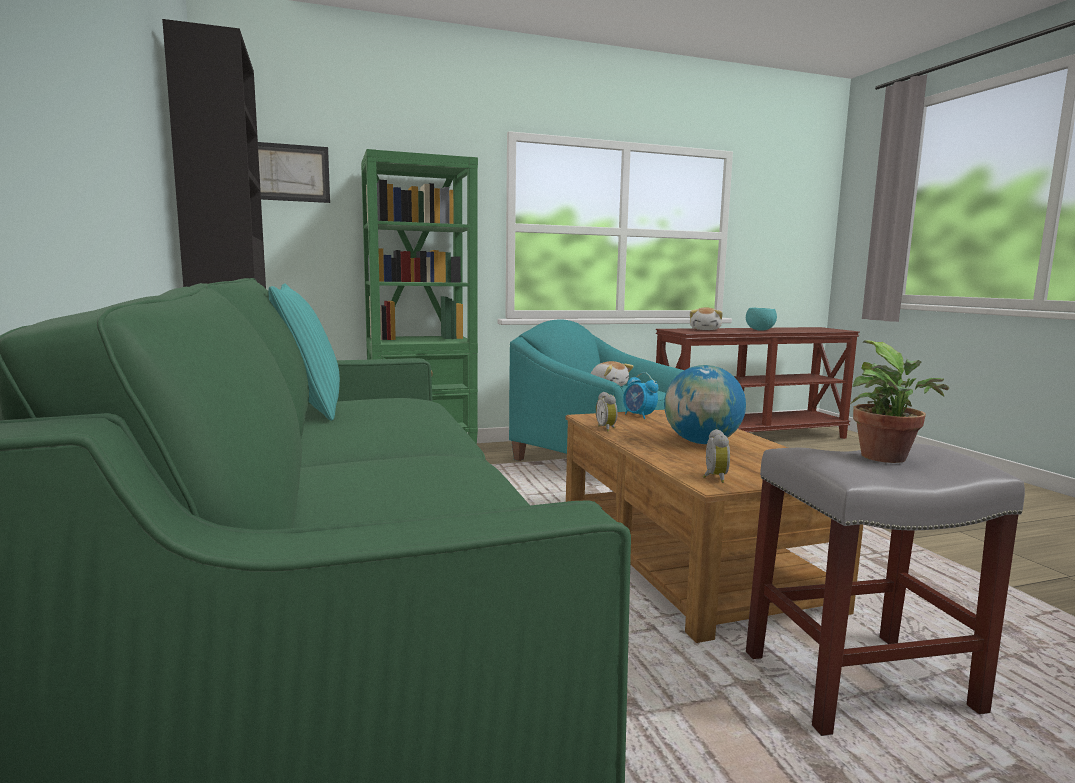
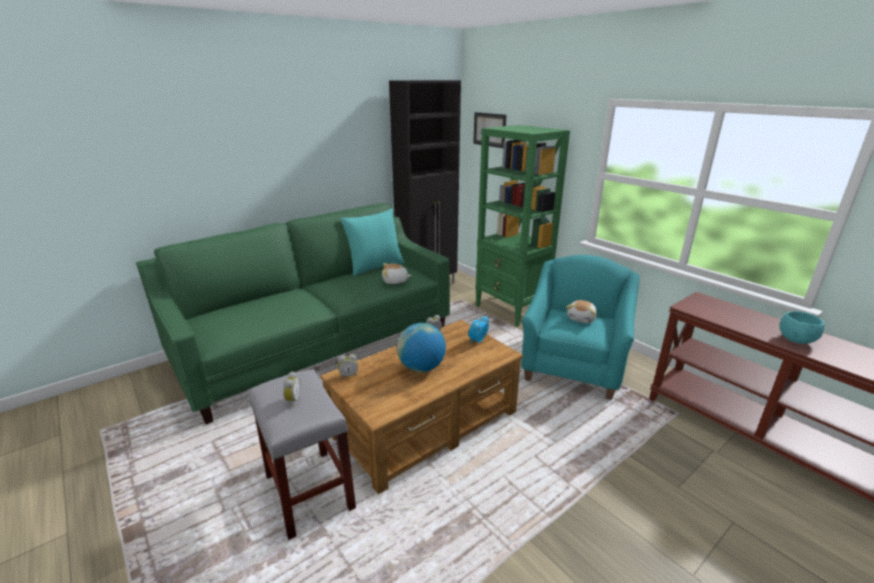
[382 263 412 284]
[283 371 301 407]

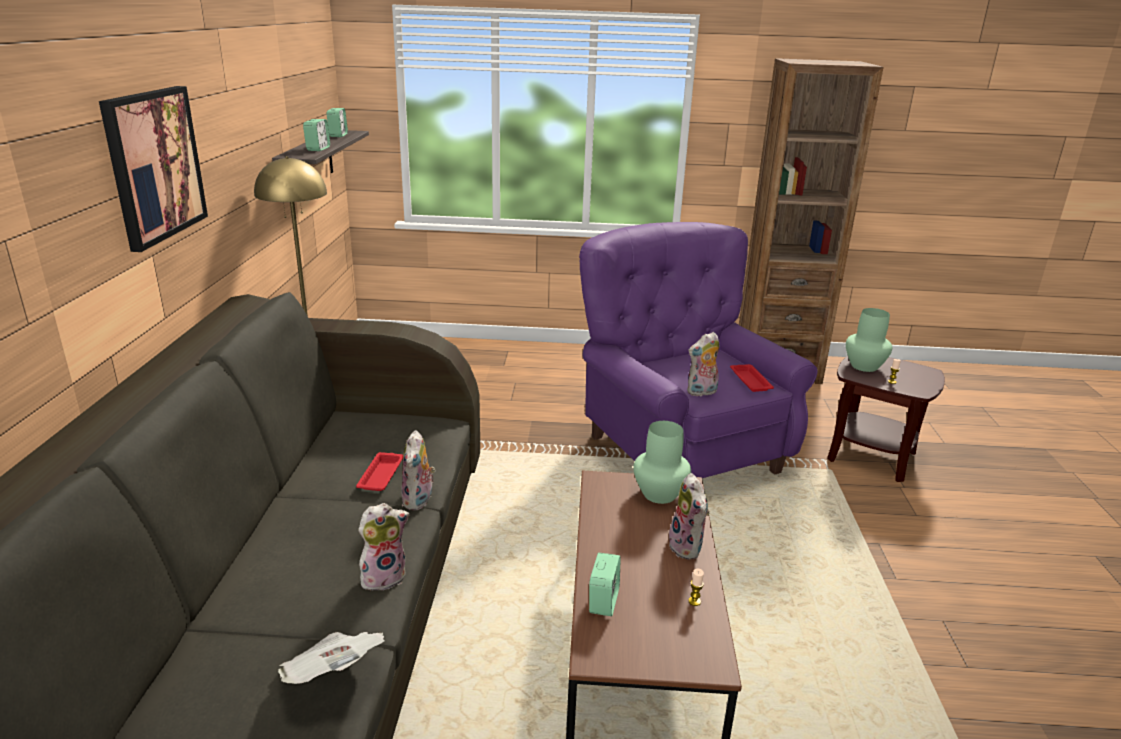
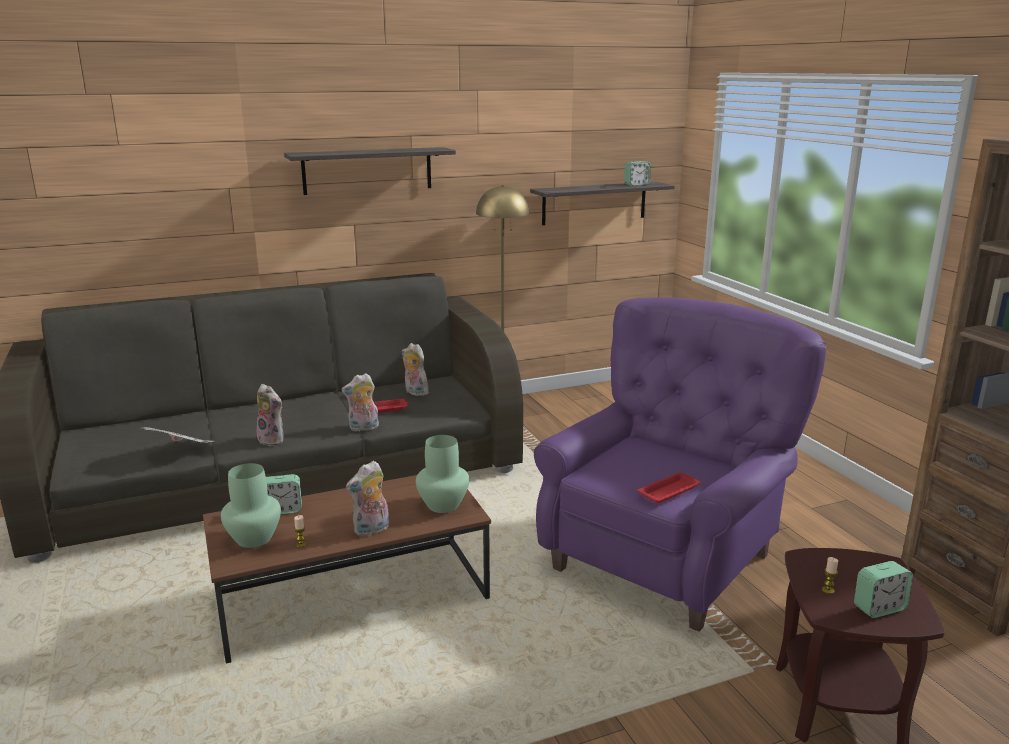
[284 147 456 195]
[854 561 913 618]
[221 463 281 548]
[402 343 429 396]

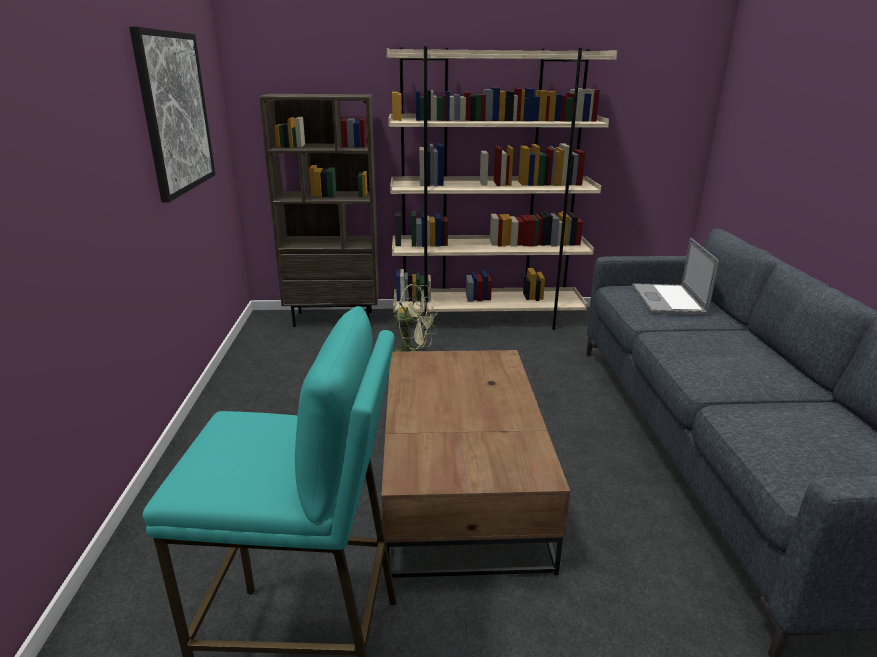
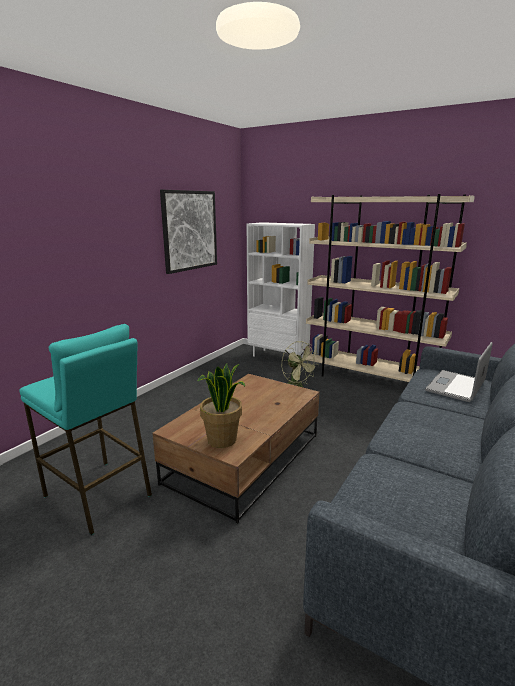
[247 222 315 357]
[198 363 245 448]

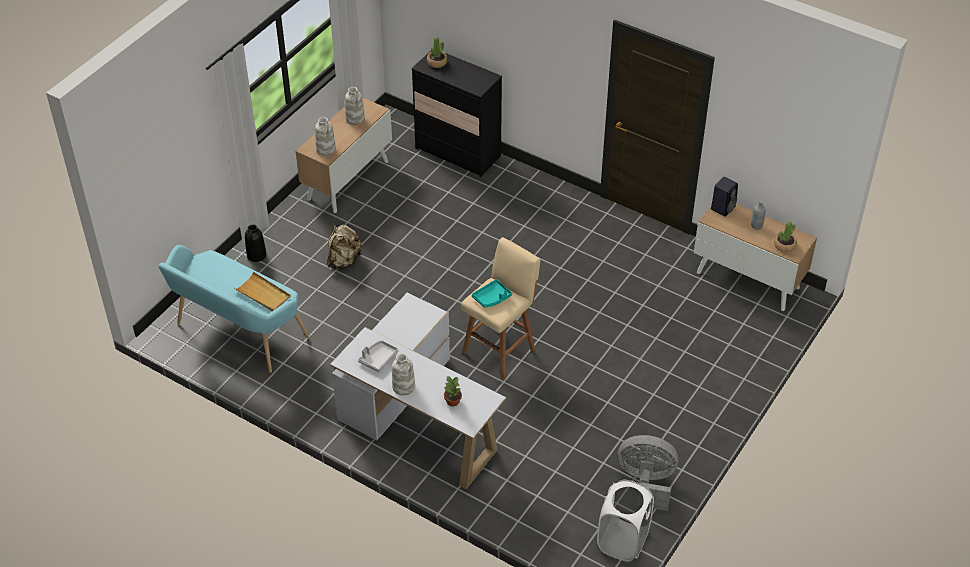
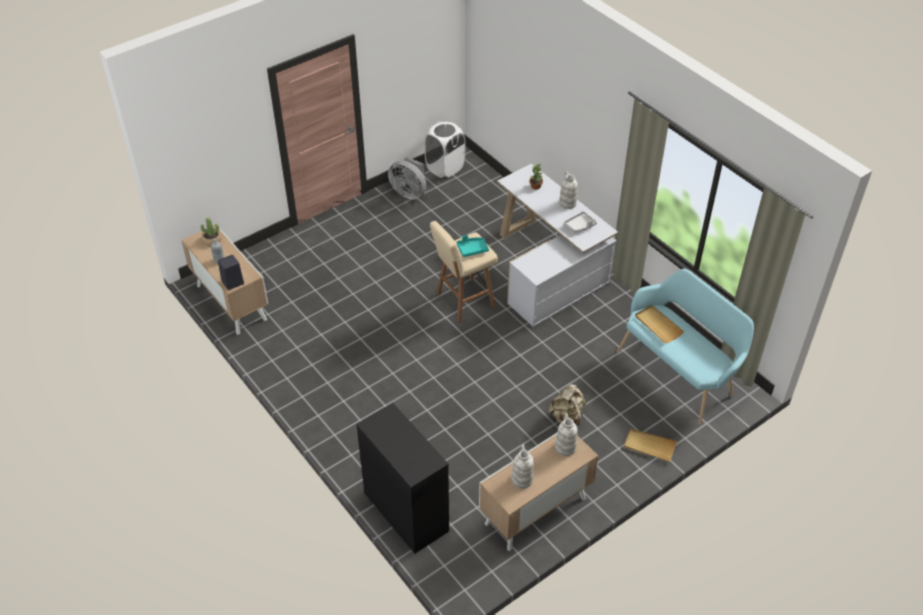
[427 37 447 68] (first image)
[624 429 677 462]

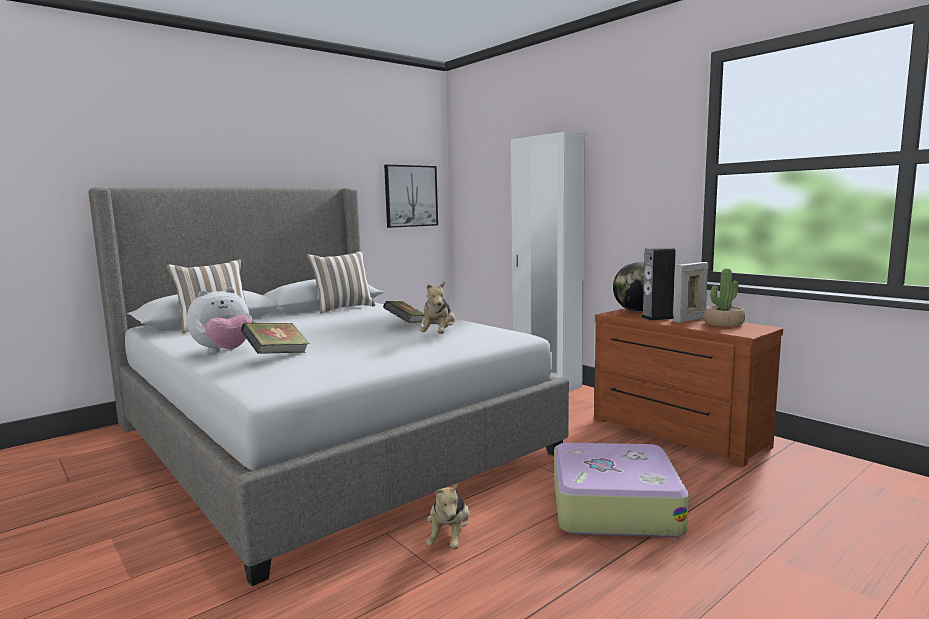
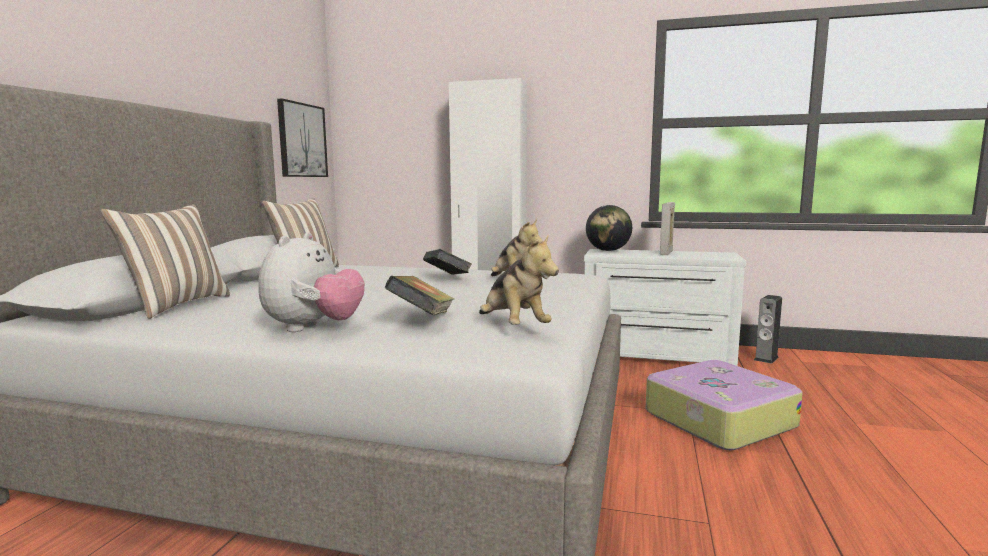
[754 295 782 364]
[704 268 745 327] (first image)
[584 249 746 366]
[479 235 559 325]

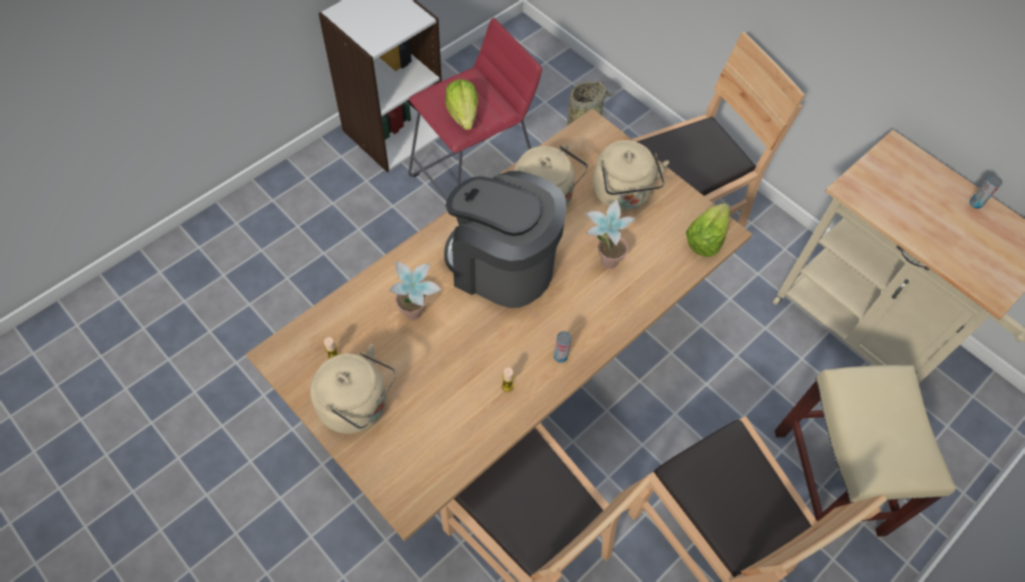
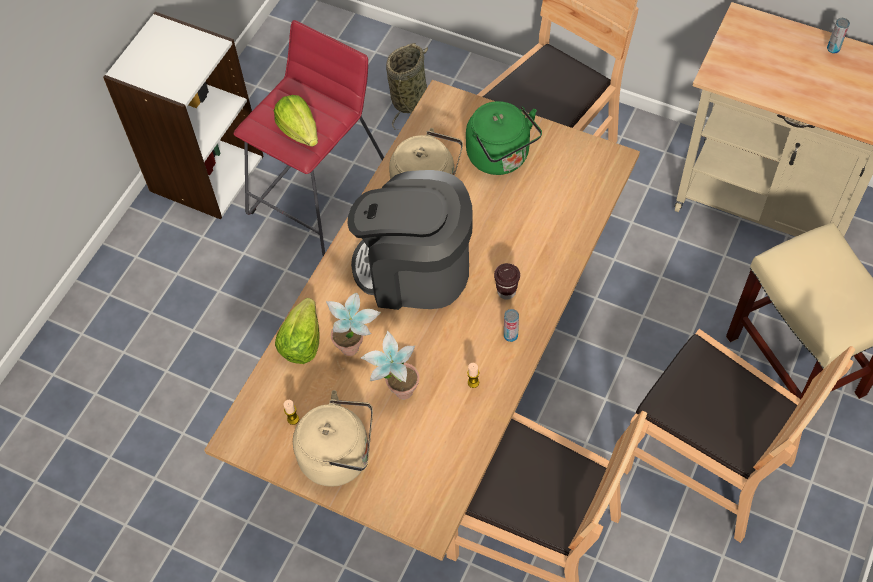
[466 101 542 175]
[361 331 420 399]
[275 298 320 364]
[494 263 520 300]

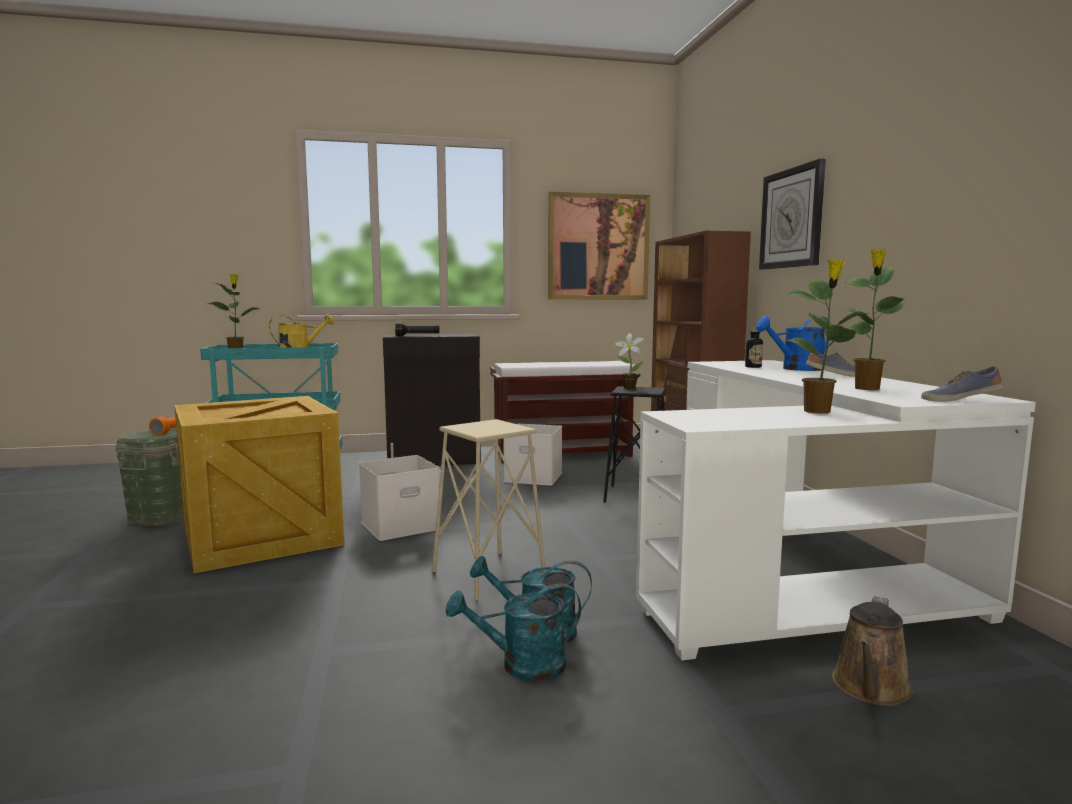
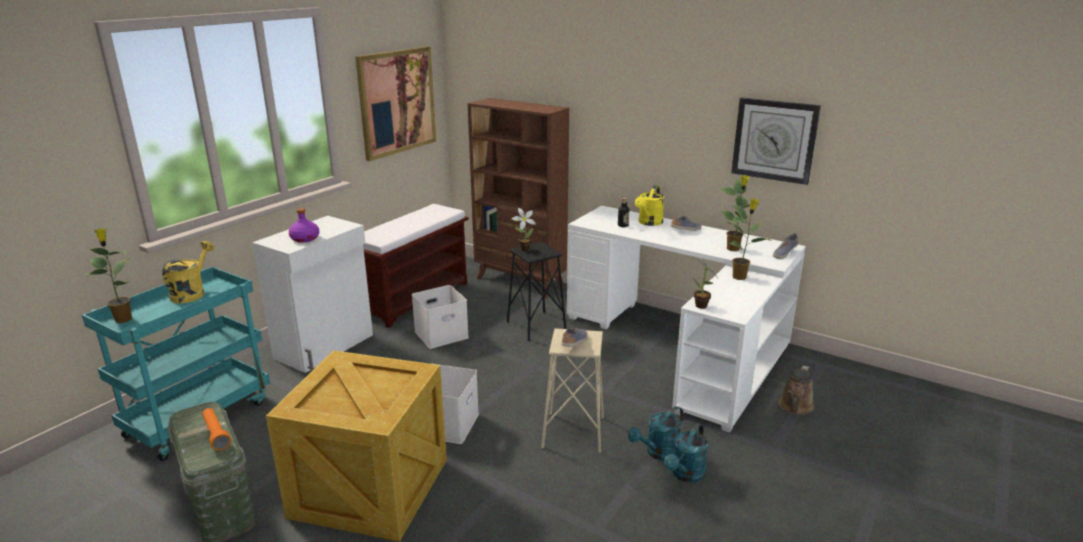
[731 97 821 185]
[635 185 664 226]
[289 208 319 242]
[252 216 373 373]
[779 365 814 415]
[693 257 718 309]
[561 326 588 347]

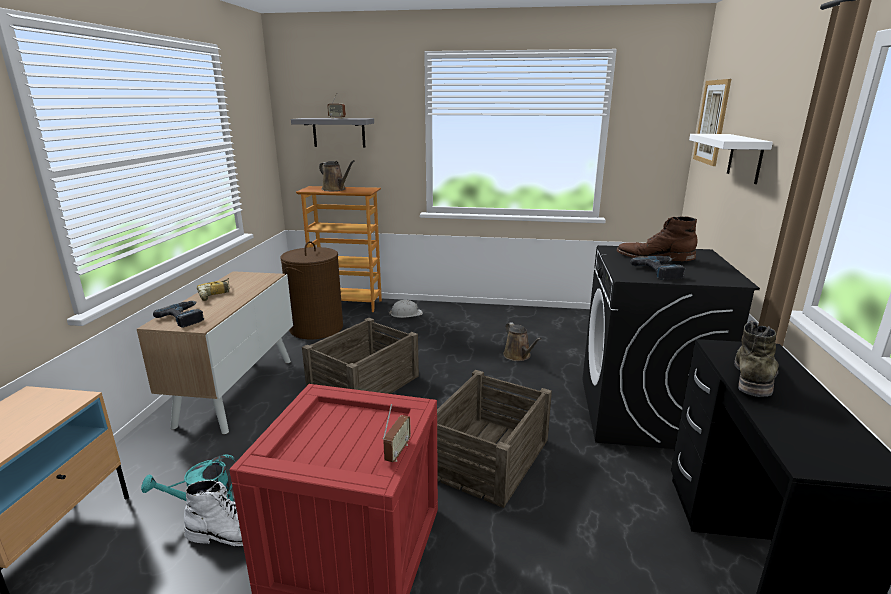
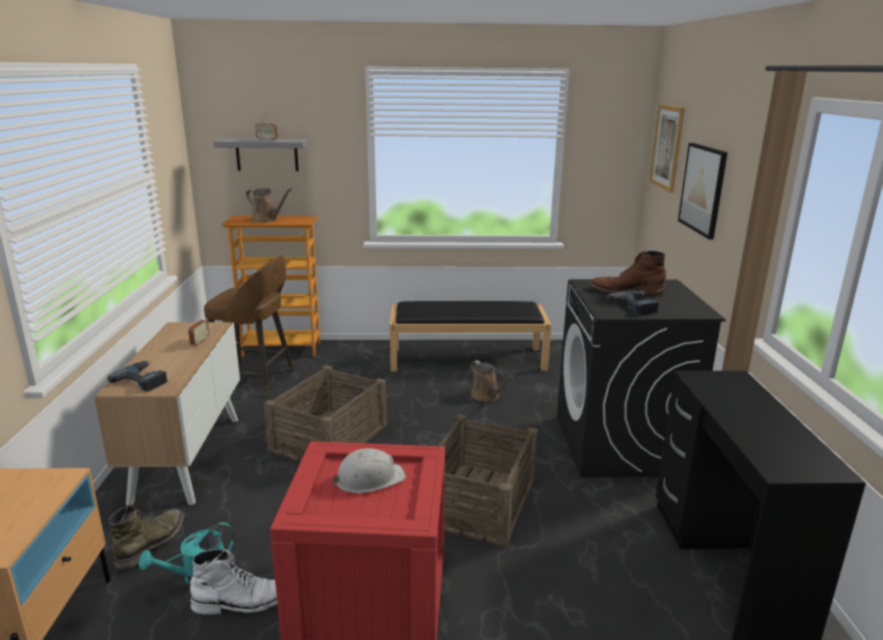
[678 143 728 240]
[204 255 294 396]
[197 278 230 301] (first image)
[332 448 406 493]
[109 505 184 570]
[188 309 209 346]
[389 301 551 371]

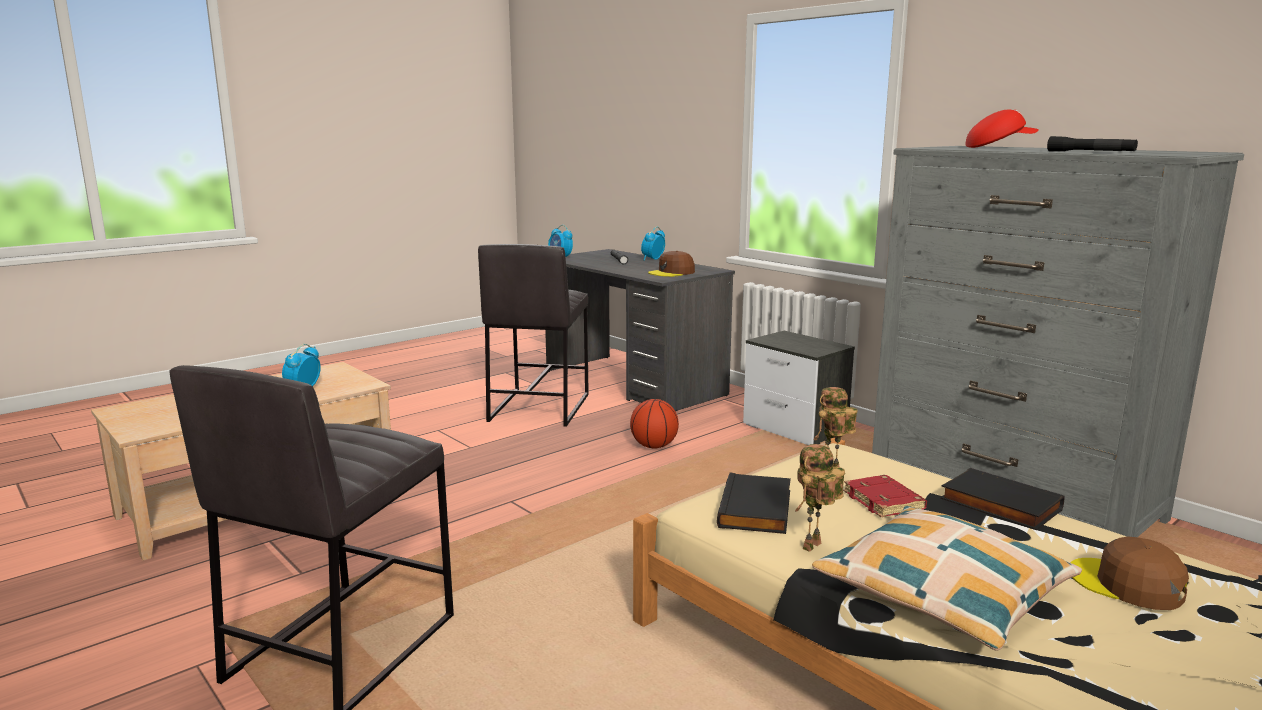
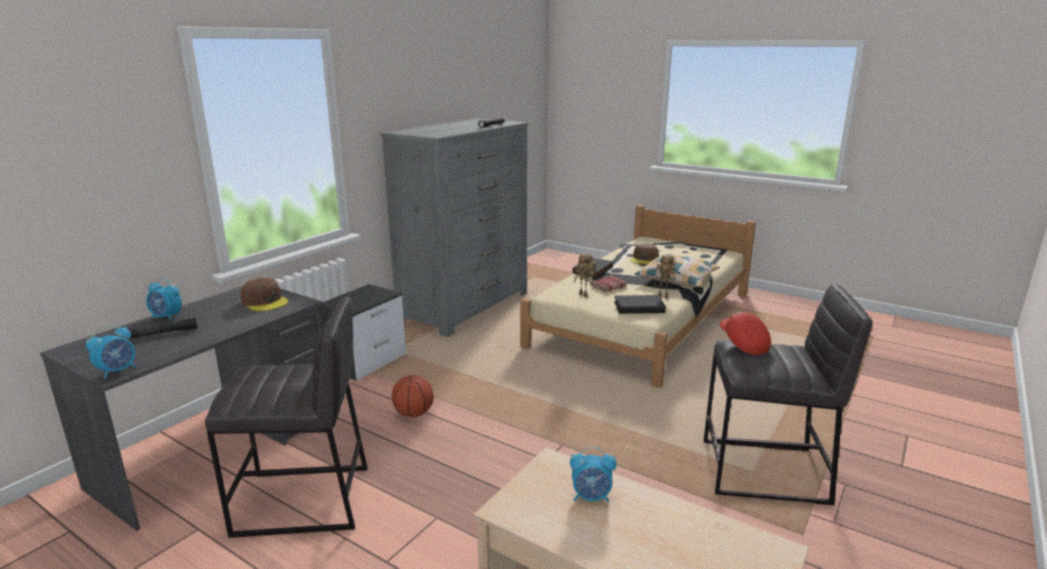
[720 312 771 355]

